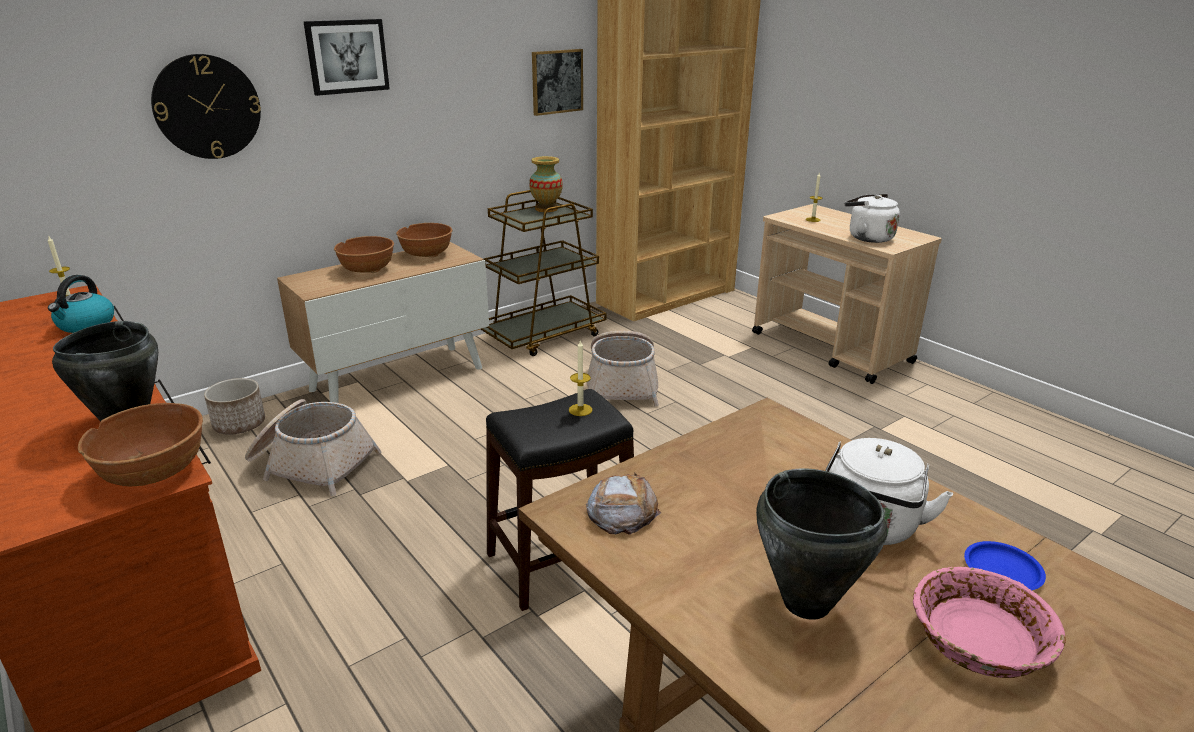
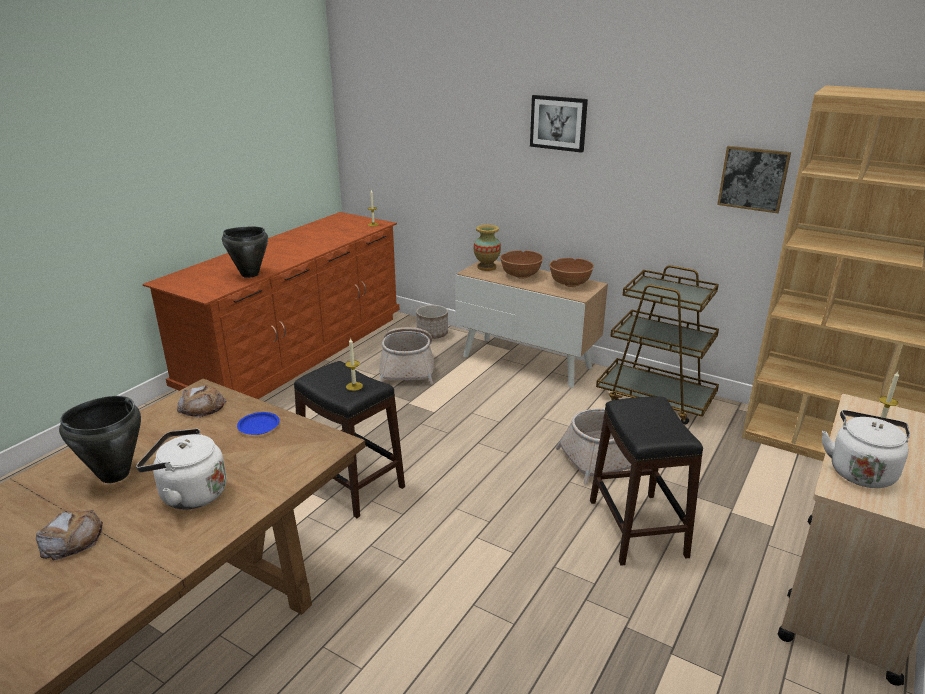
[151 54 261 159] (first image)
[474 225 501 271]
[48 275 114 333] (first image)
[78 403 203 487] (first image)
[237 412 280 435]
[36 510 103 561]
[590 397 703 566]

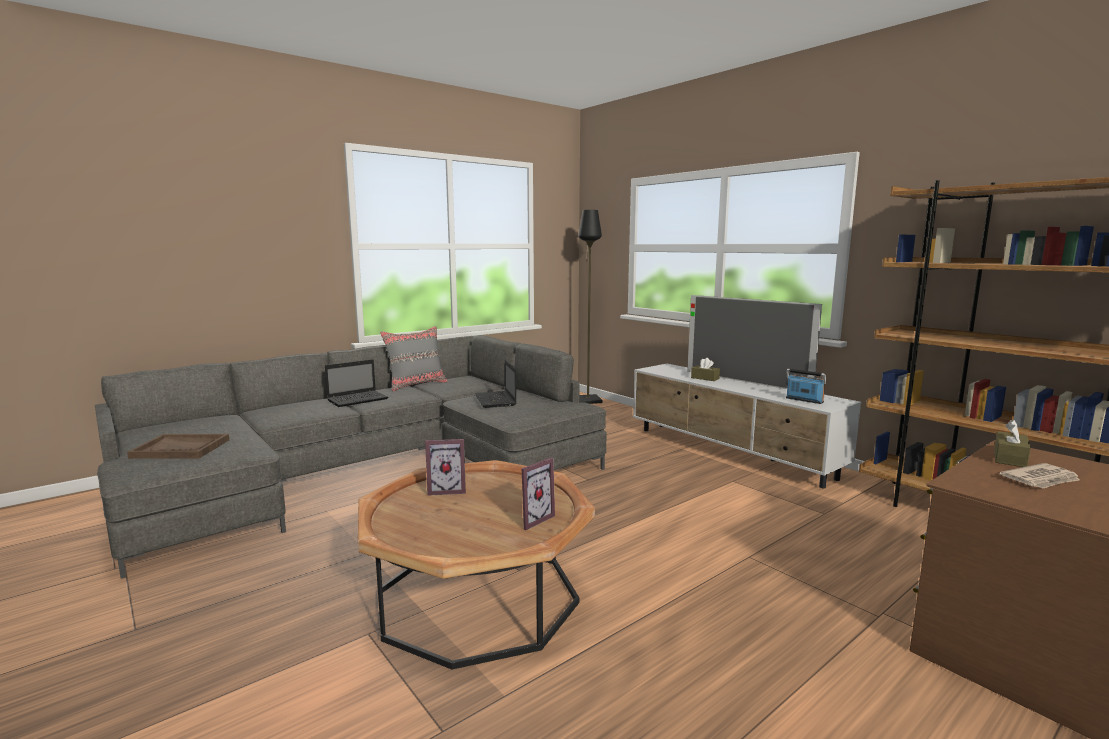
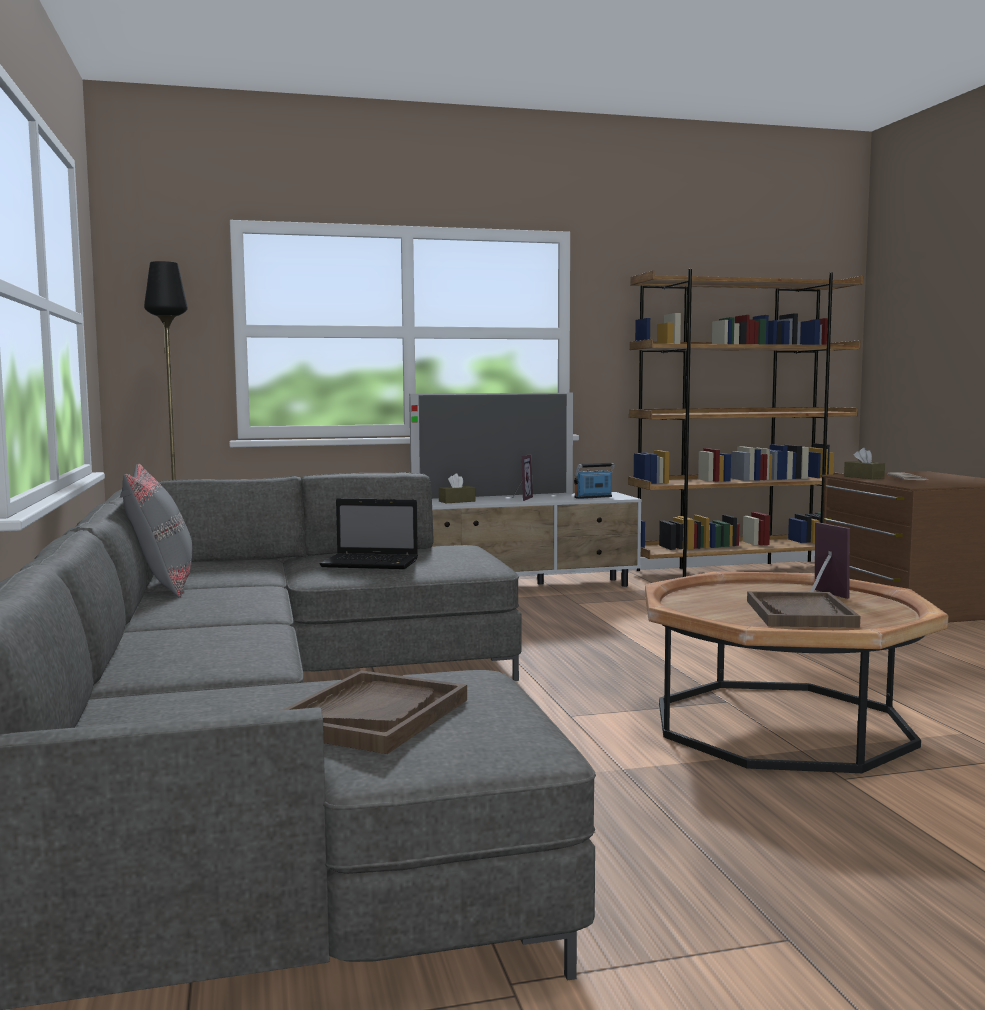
[325 359 388 407] (first image)
[512 454 533 501]
[747 591 860 628]

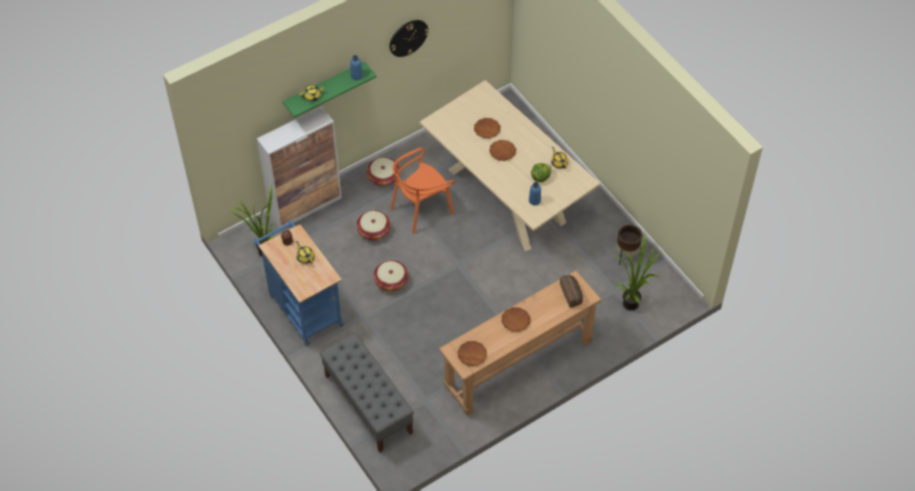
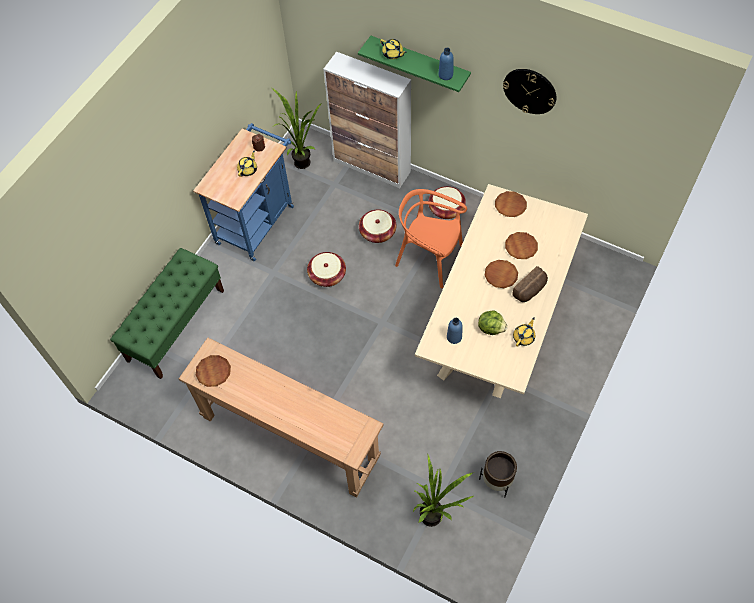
[512 266 548 302]
[495 191 527 217]
[110 248 224 379]

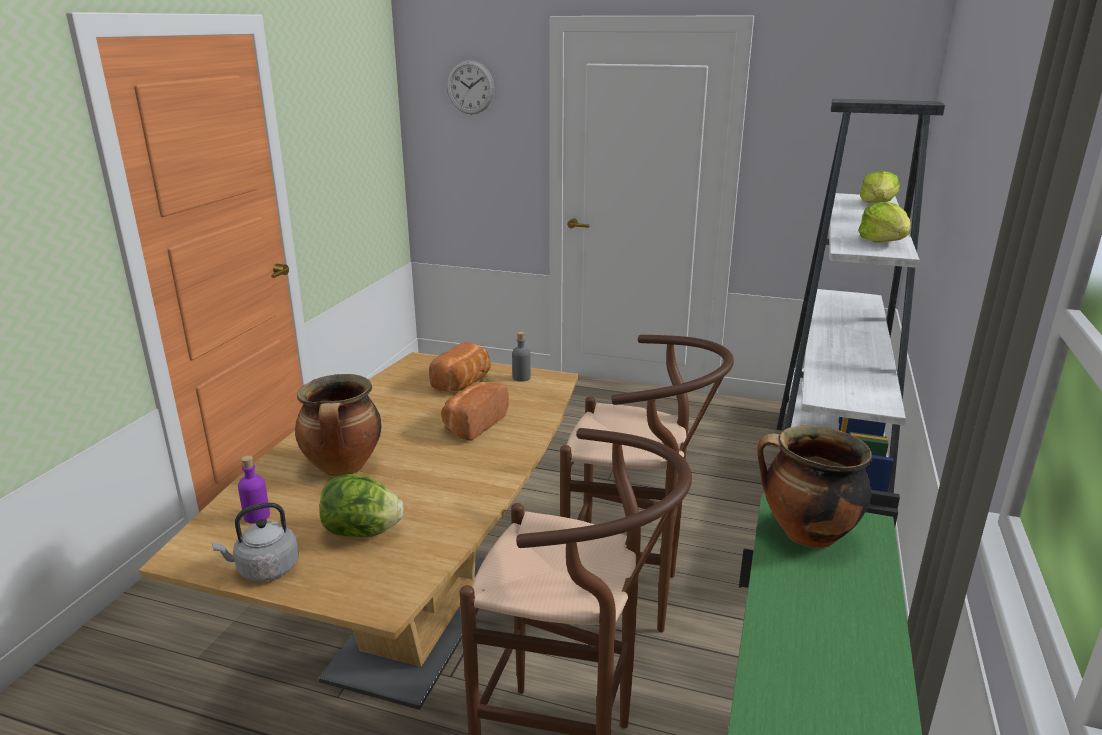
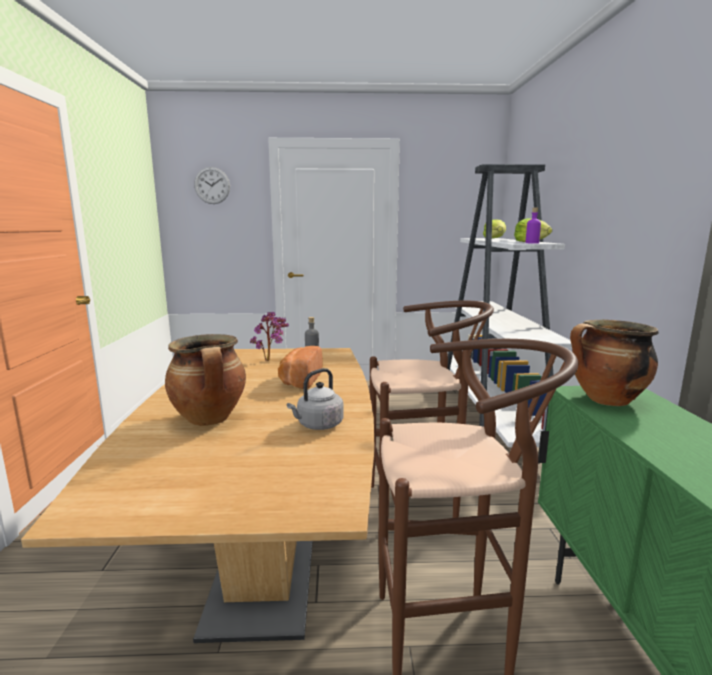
[250 312 289 361]
[526 208 541 243]
[319 474 404 537] (first image)
[287 368 344 430]

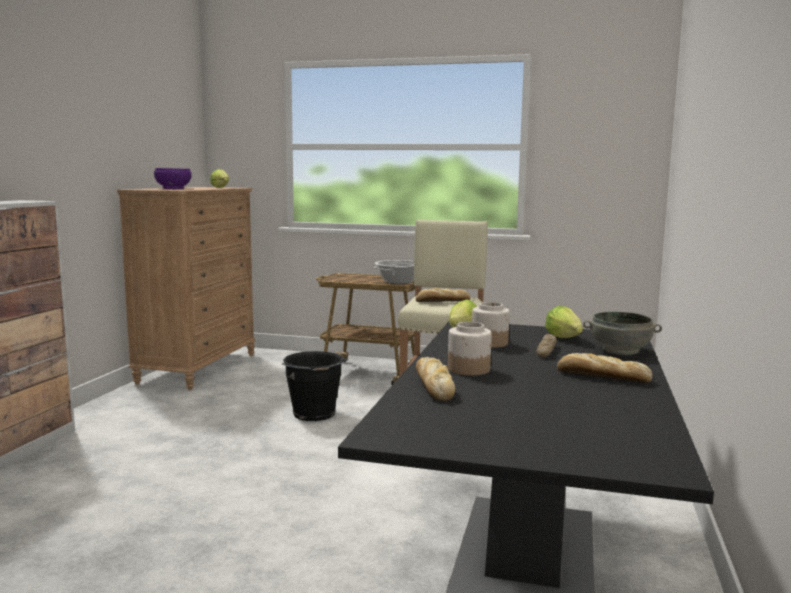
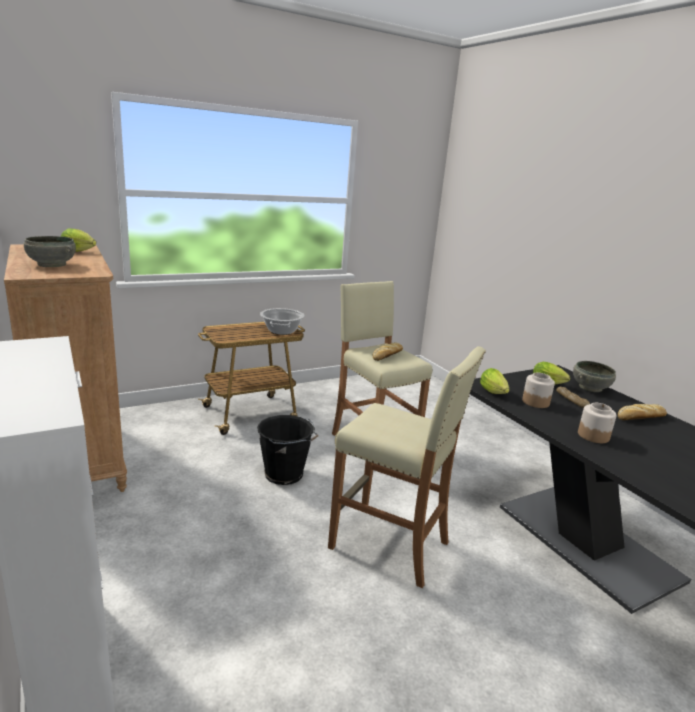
[24 236 76 267]
[416 357 455 401] (first image)
[328 346 486 588]

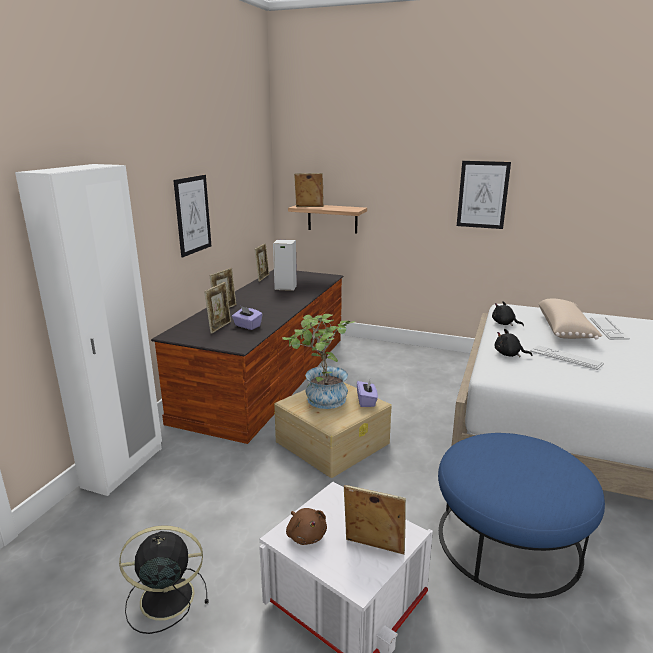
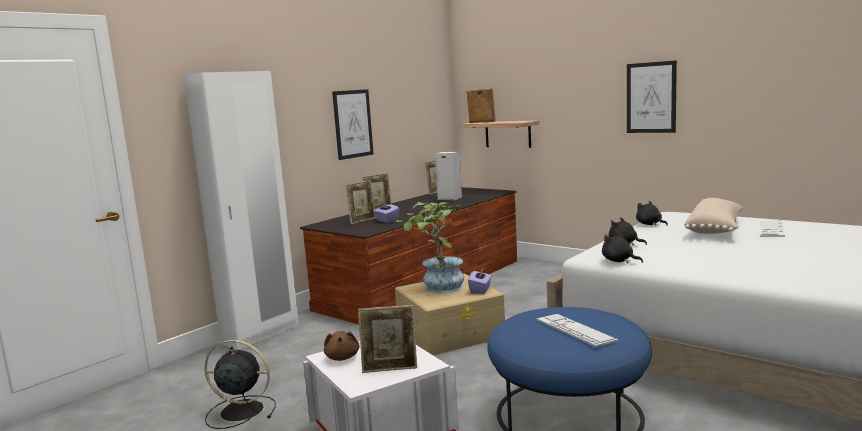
[537 314 618 347]
[358 305 417 373]
[602 232 643 263]

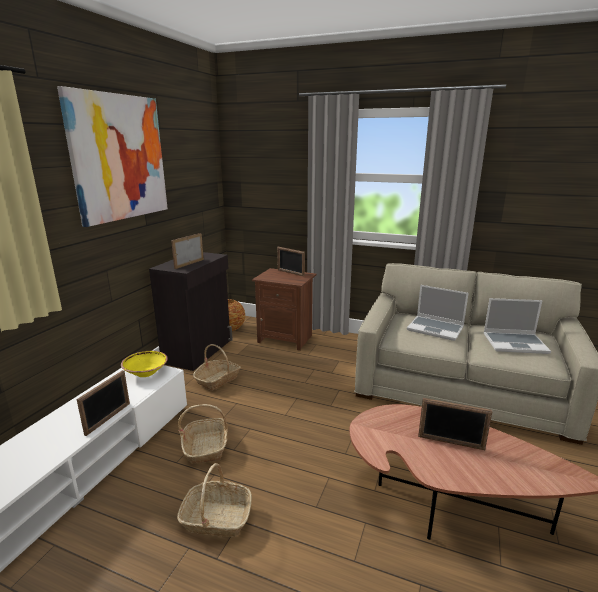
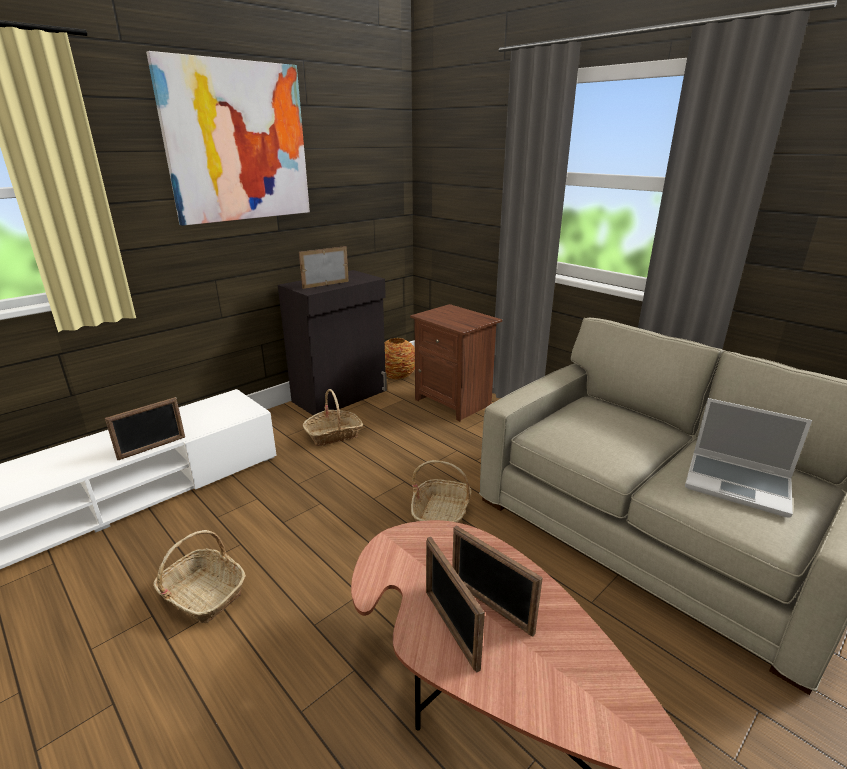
[426 537 485 673]
[407 285 469 341] (first image)
[121 351 168 377] (first image)
[411 460 472 523]

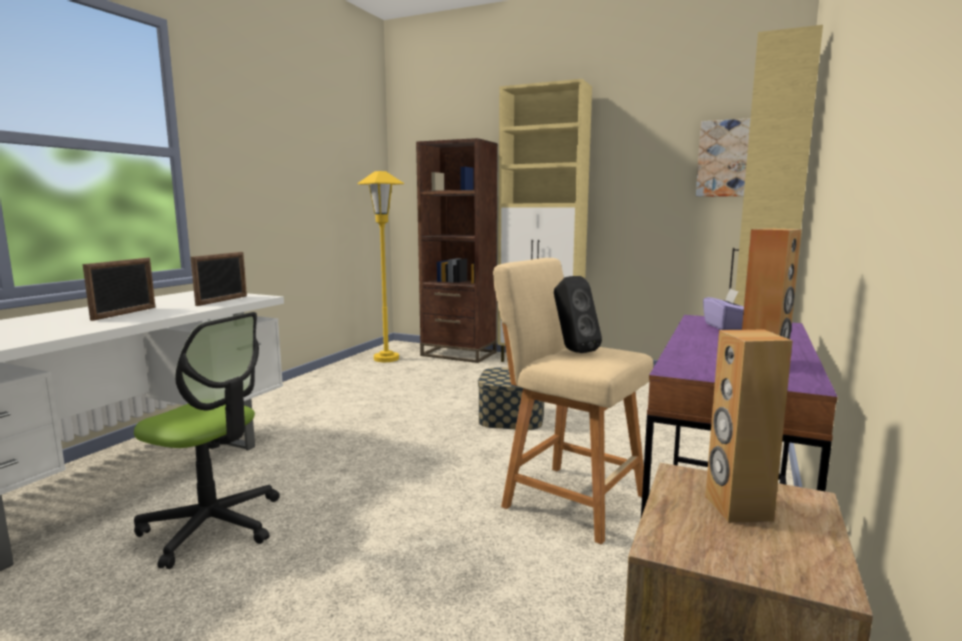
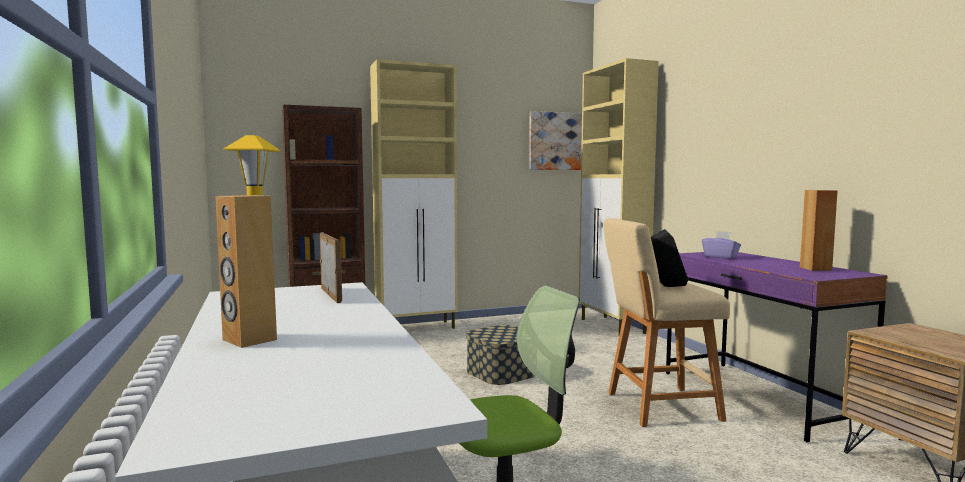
[83 258 156 321] (first image)
[215 195 277 348]

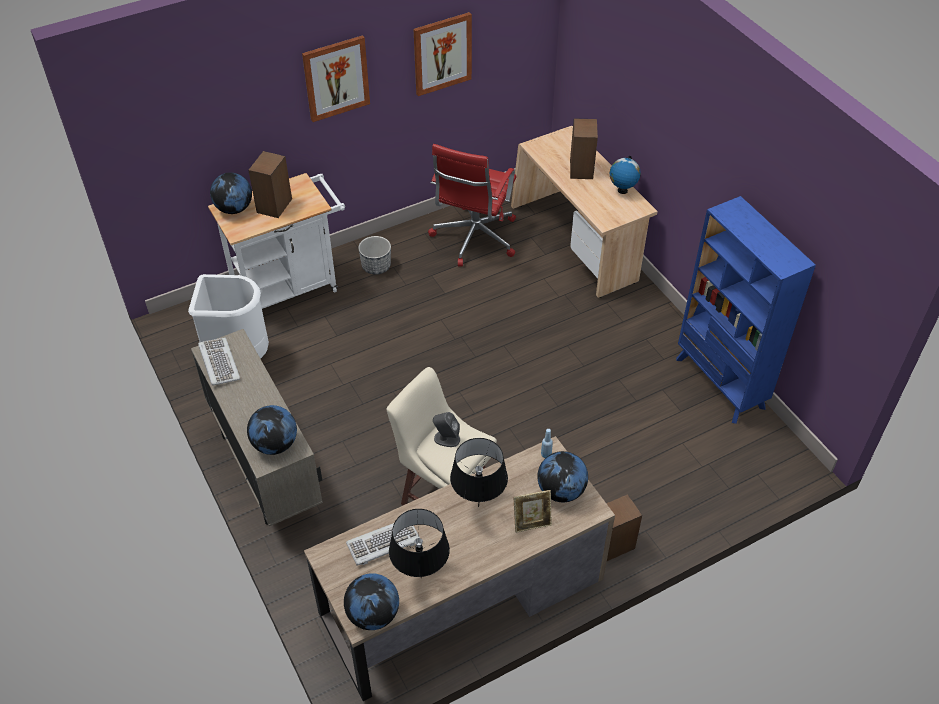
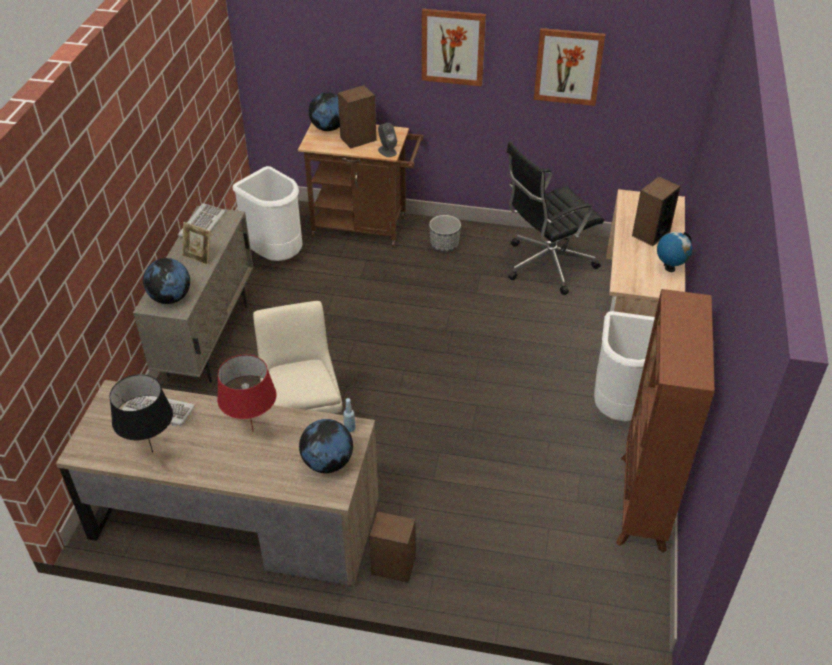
[507 142 604 295]
[298 123 424 247]
[616 289 715 553]
[378 123 397 157]
[217 354 277 432]
[182 222 210 266]
[344 573 399 630] (first image)
[594 311 655 421]

